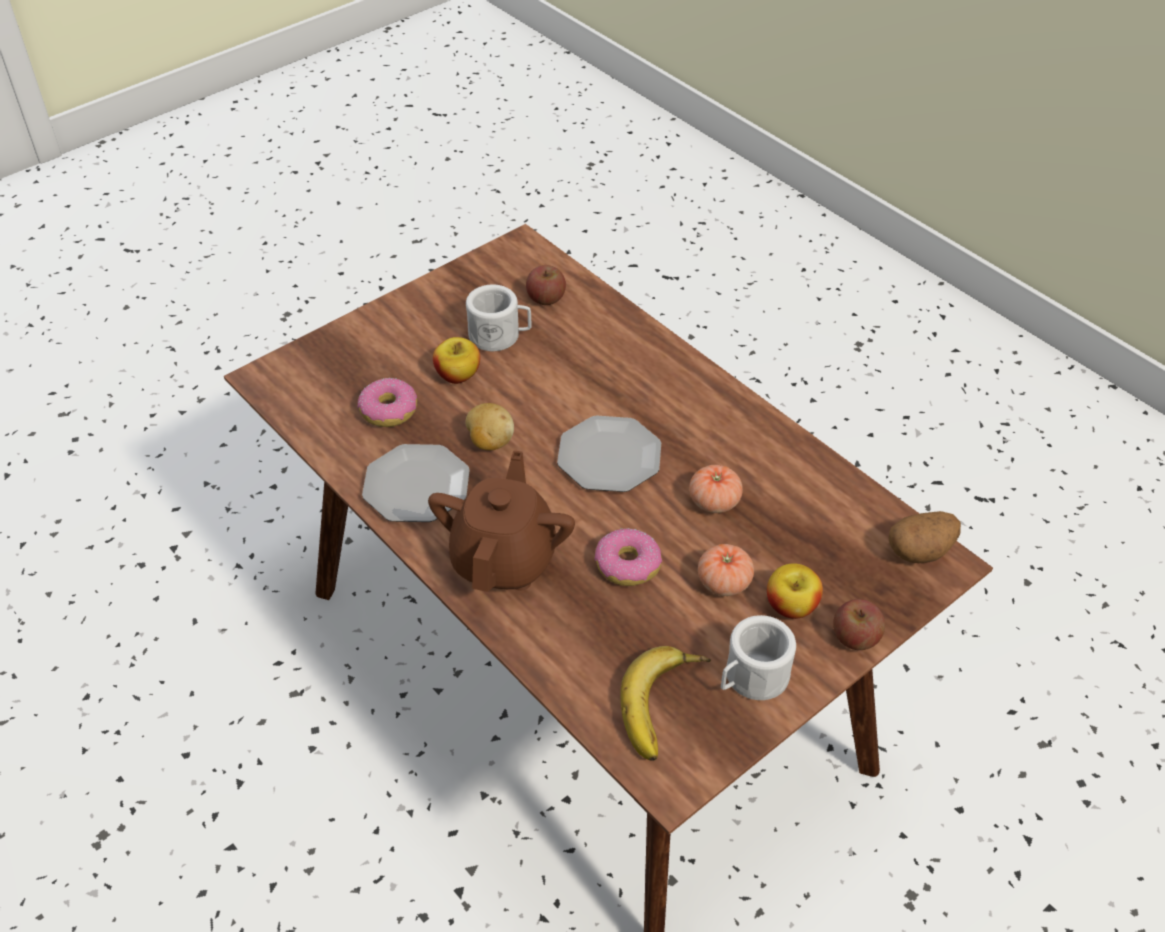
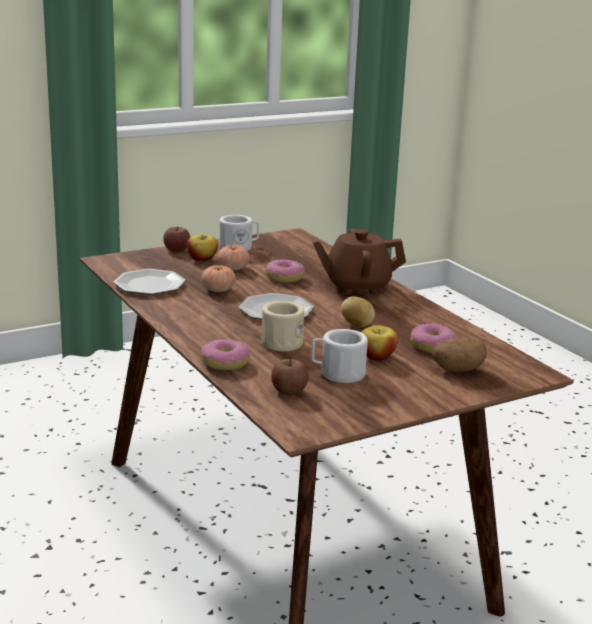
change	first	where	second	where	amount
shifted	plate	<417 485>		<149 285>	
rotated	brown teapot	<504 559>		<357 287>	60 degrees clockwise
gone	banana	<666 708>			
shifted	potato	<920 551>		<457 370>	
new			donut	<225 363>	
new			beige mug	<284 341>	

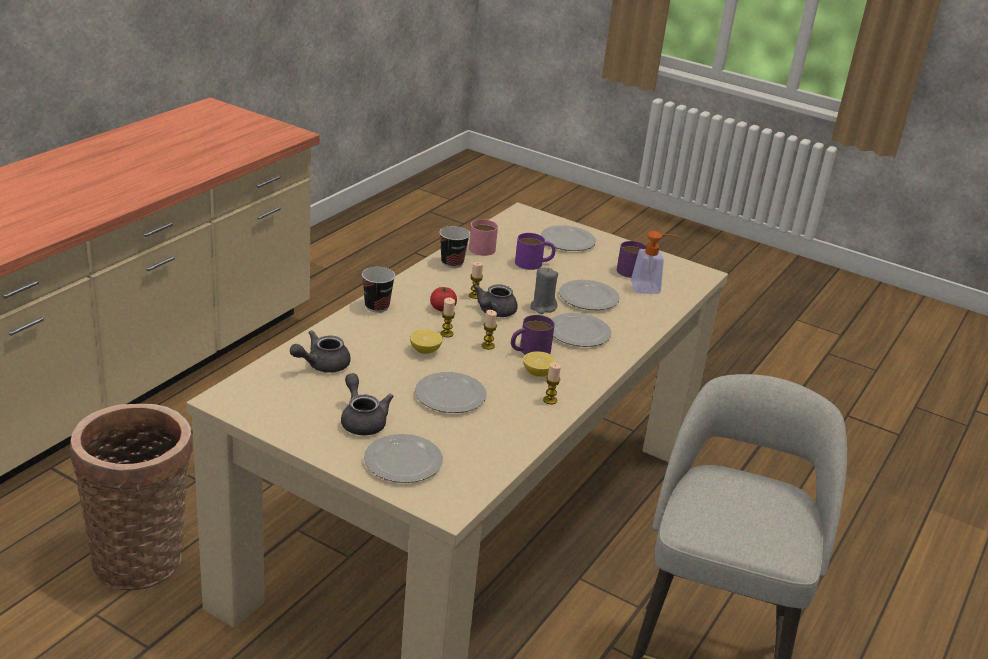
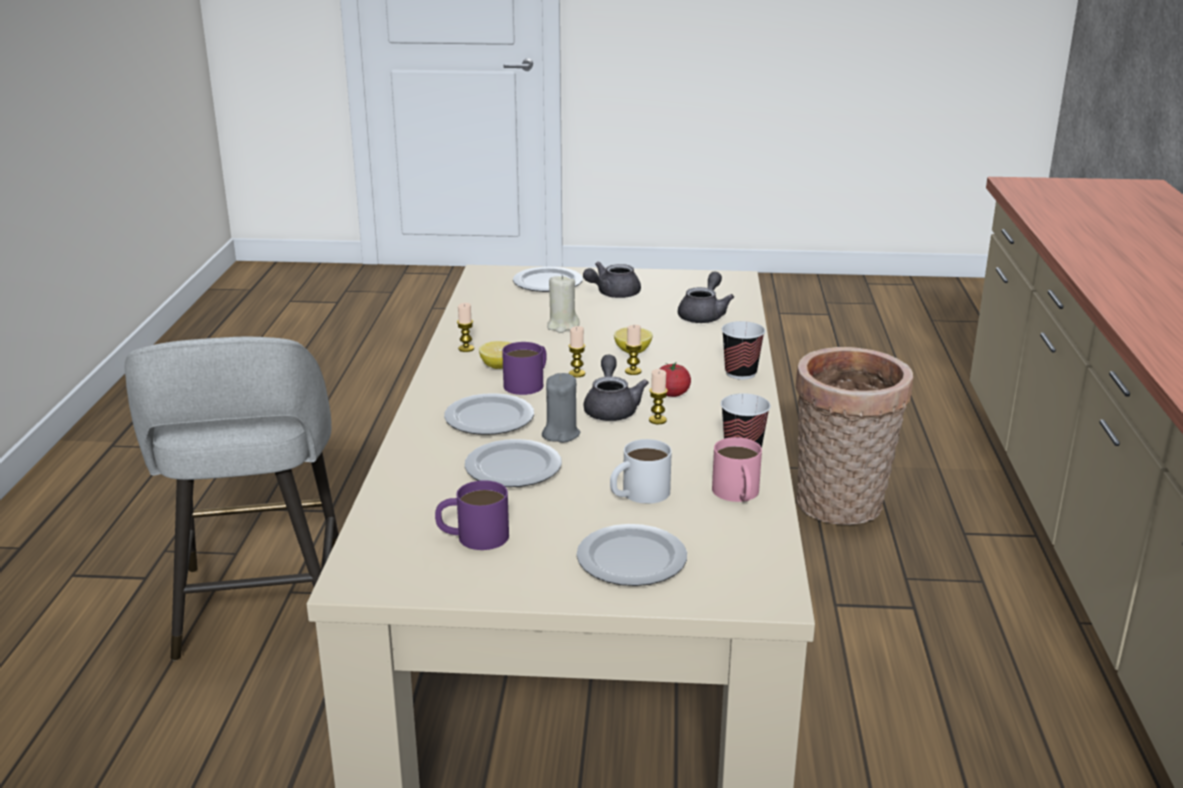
change	first	where	second	where	amount
rotated	grey teapot	<362 420>		<612 294>	105 degrees clockwise
swapped	plate	<450 396>	beige candle	<562 326>	
repainted	purple mug	<534 263>	white mug	<638 494>	
gone	soap dispenser	<651 288>			

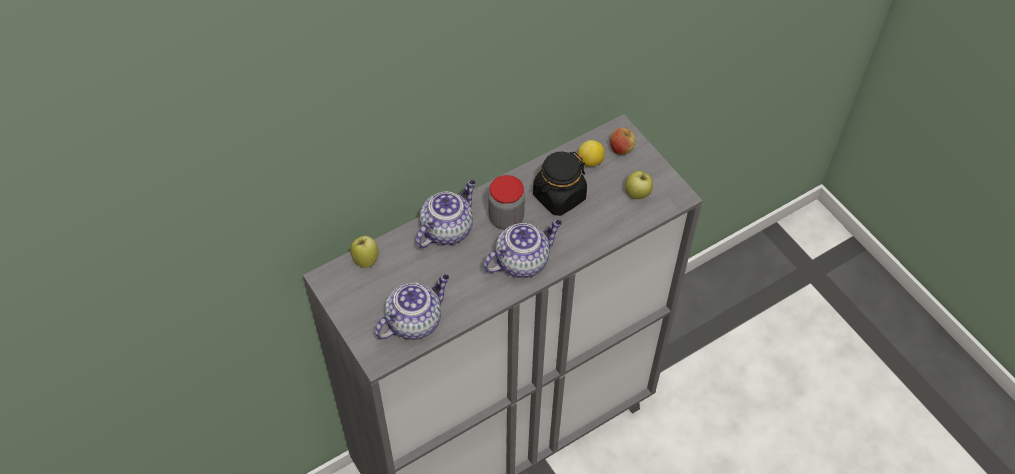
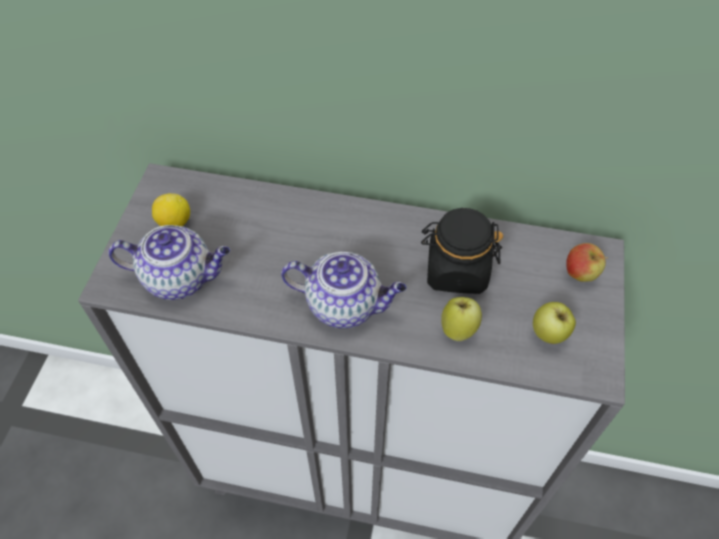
change	first	where	second	where	amount
shifted	apple	<366 260>		<458 329>	
gone	teapot	<447 229>			
gone	jar	<506 218>			
shifted	lemon	<590 162>		<174 222>	

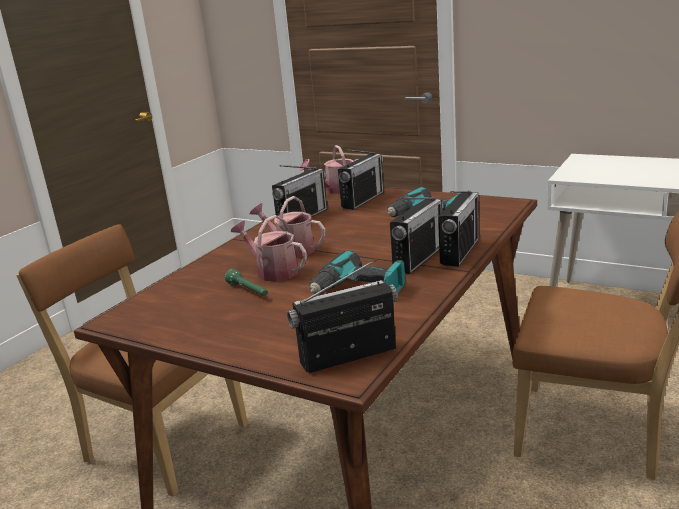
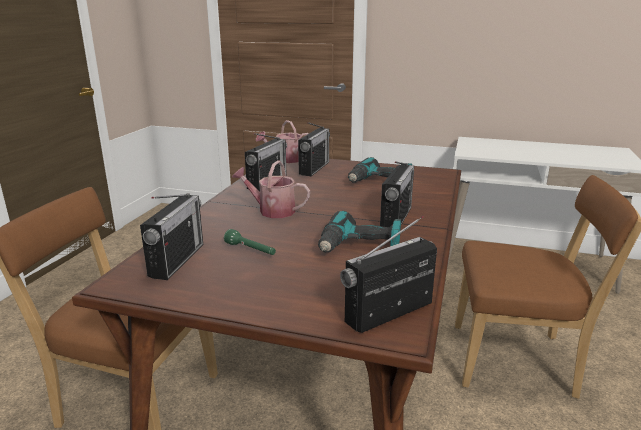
change	first	where	second	where	amount
gone	watering can	<273 271>			
shifted	radio	<460 252>		<177 260>	

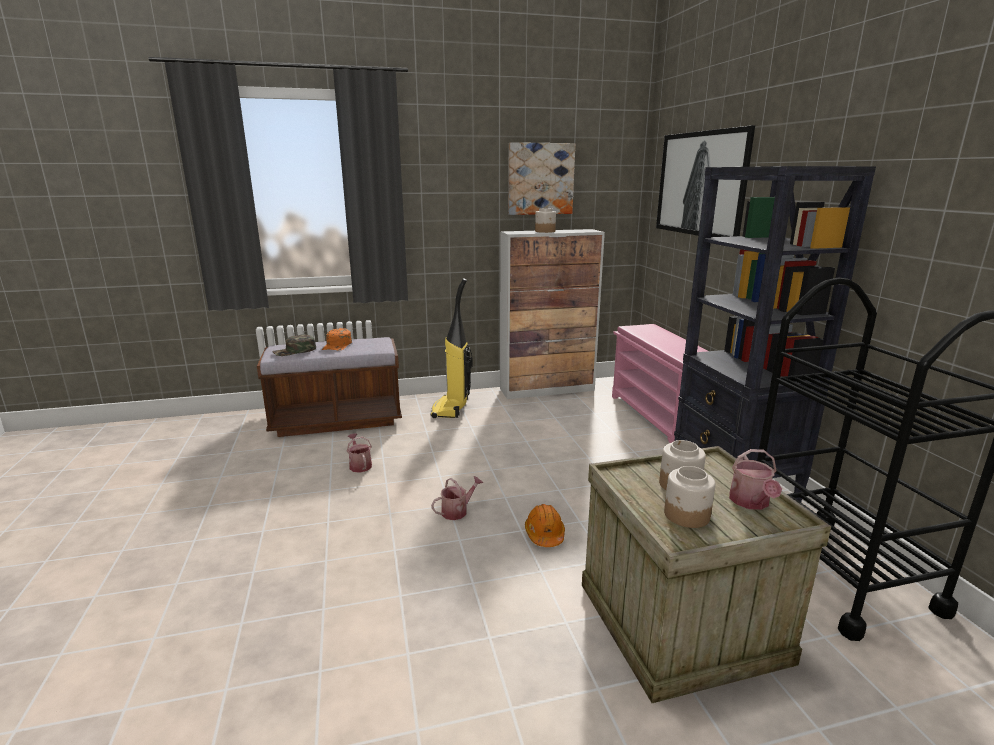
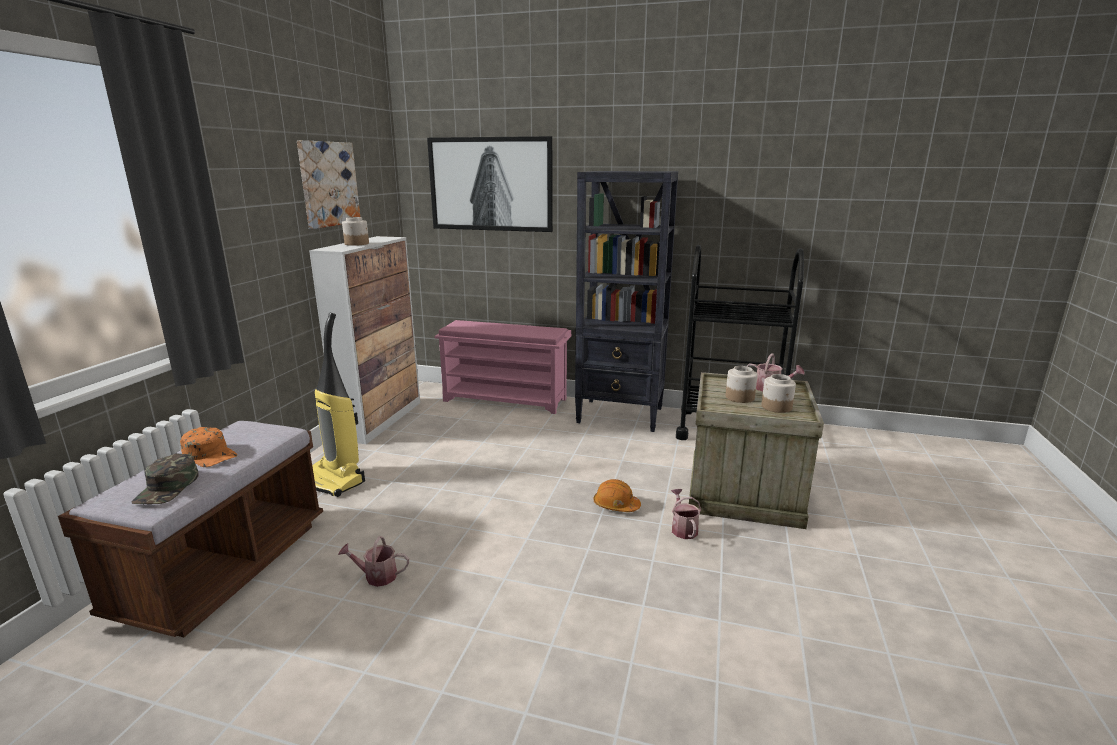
change	first	where	second	where	amount
shifted	watering can	<457 511>		<683 528>	

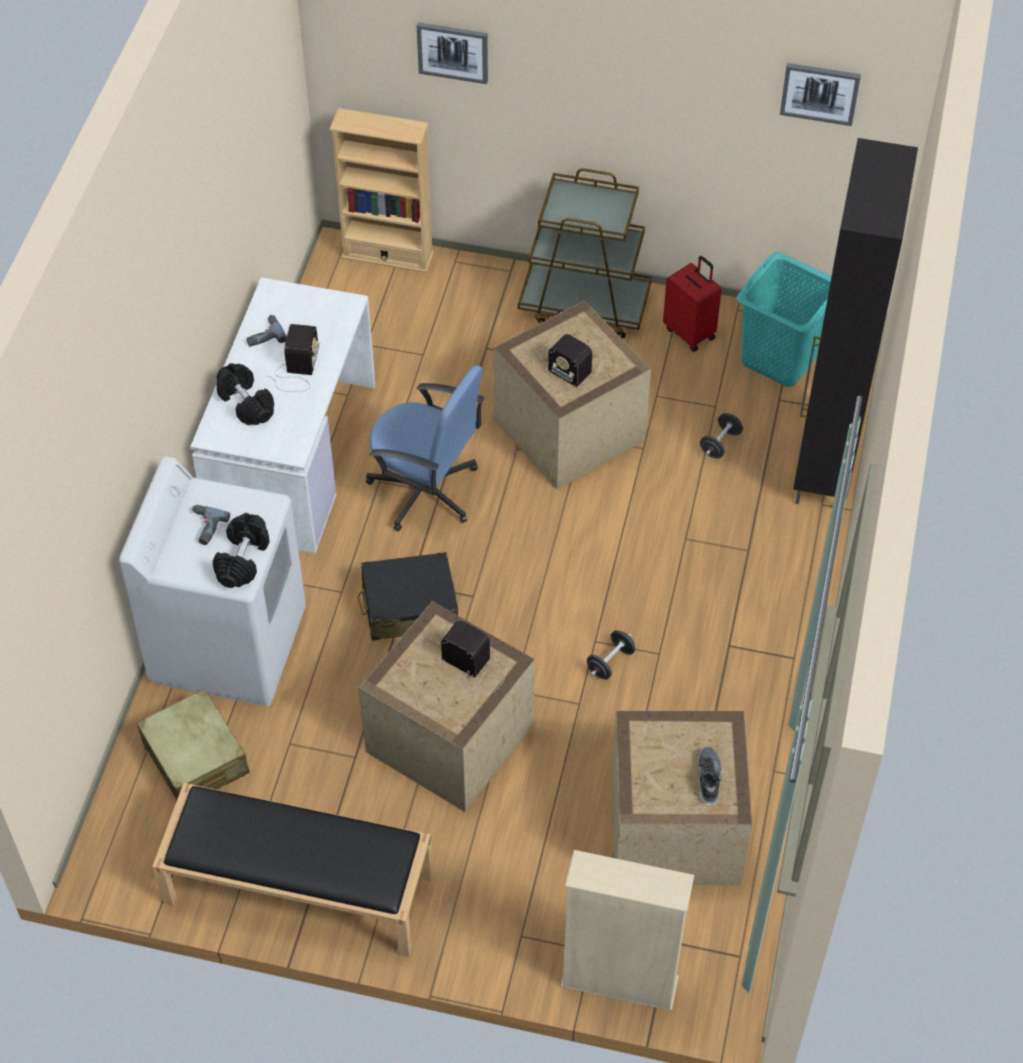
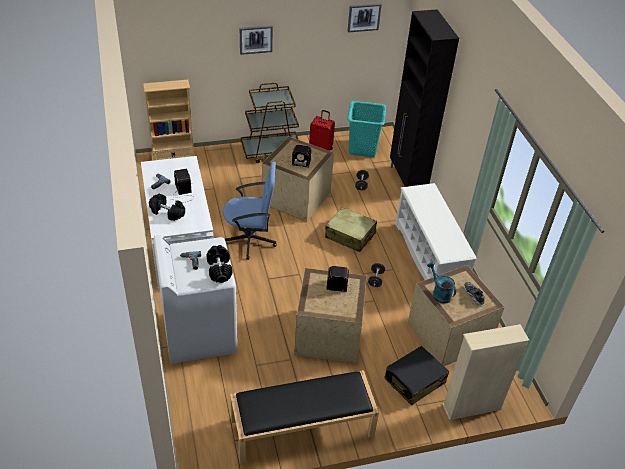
change	first	where	second	where	amount
shifted	beige suitcase	<195 758>		<350 235>	
shifted	black suitcase	<409 606>		<414 381>	
shifted	picture	<453 51>		<256 39>	
new			white shoe rack	<428 257>	
new			turquoise watering can	<439 293>	

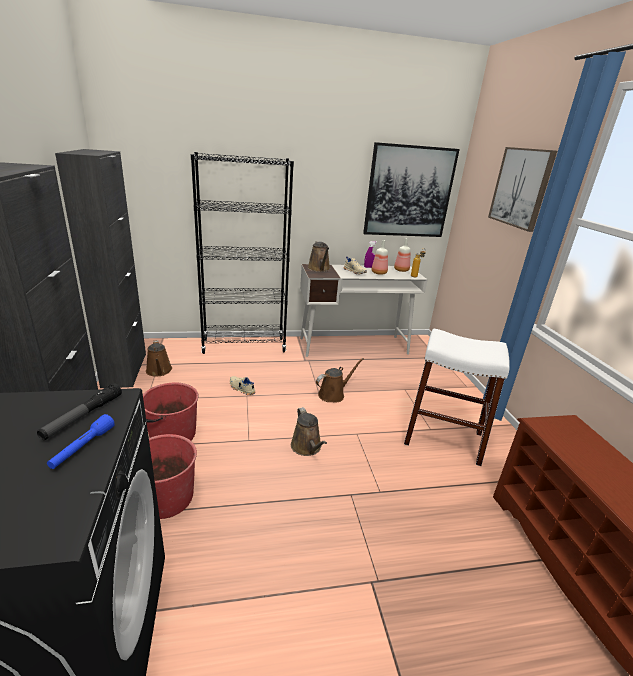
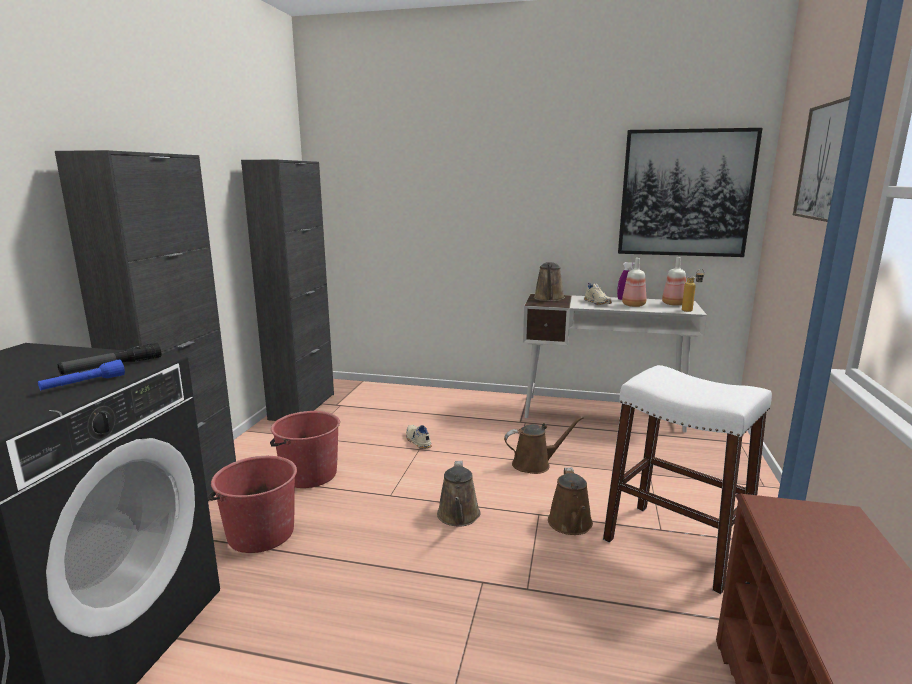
change	first	where	second	where	amount
shifted	brown watering can	<159 371>		<571 525>	
gone	black bookcase	<244 346>			

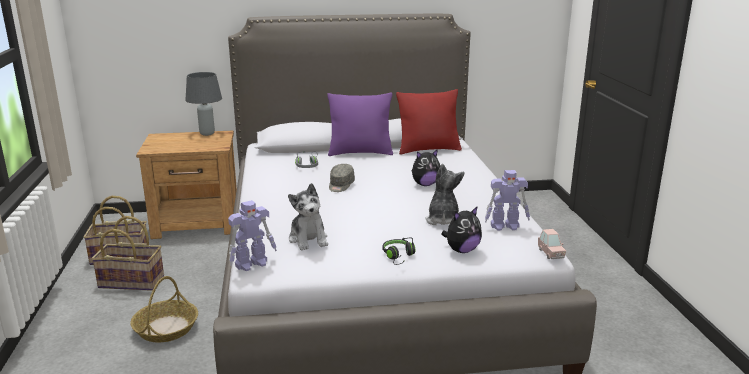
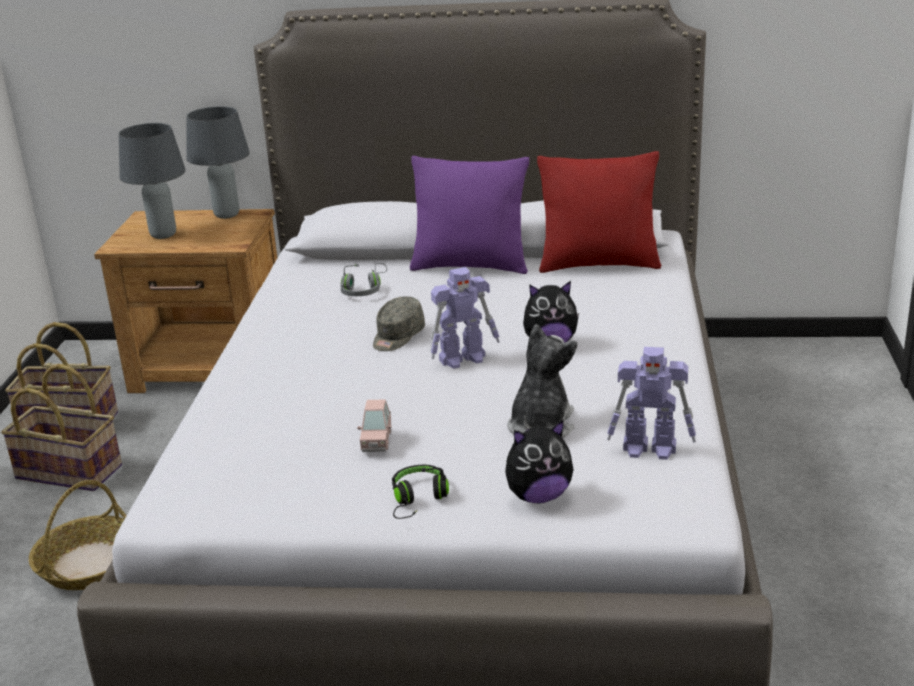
change	first	where	second	where	amount
shifted	toy robot	<252 263>		<464 358>	
gone	plush toy	<308 239>			
shifted	pink toy car	<550 253>		<376 441>	
new			grey table lamp	<162 235>	

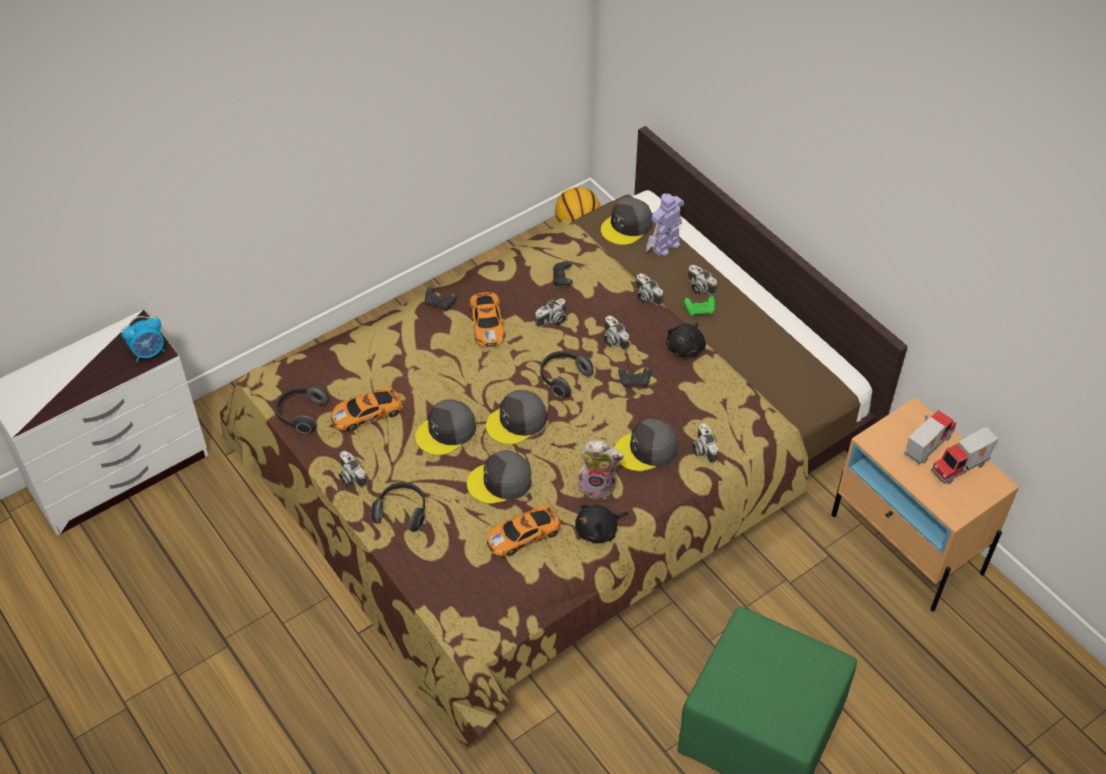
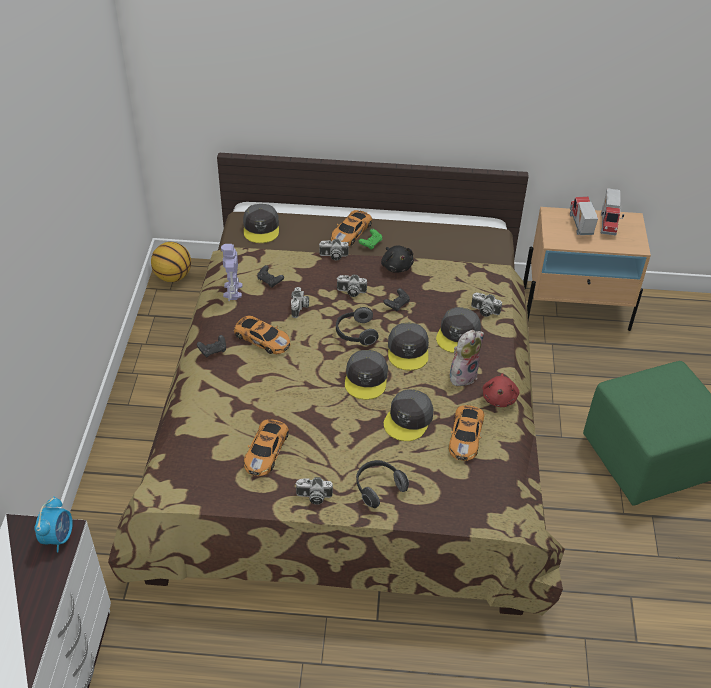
change	first	where	second	where	amount
gone	headphones	<301 414>			
shifted	grey cap	<446 432>		<408 350>	
repainted	black plush toy	<599 531>	red plush toy	<499 398>	
shifted	toy robot	<664 246>		<232 291>	
swapped	photo camera	<698 287>	toy car	<351 232>	

